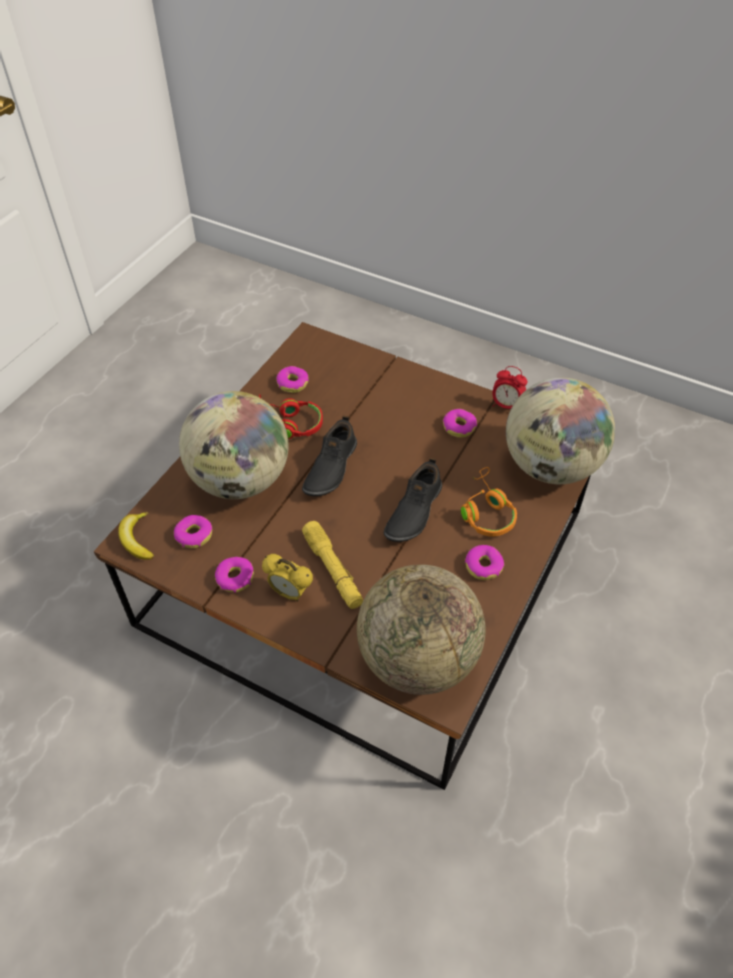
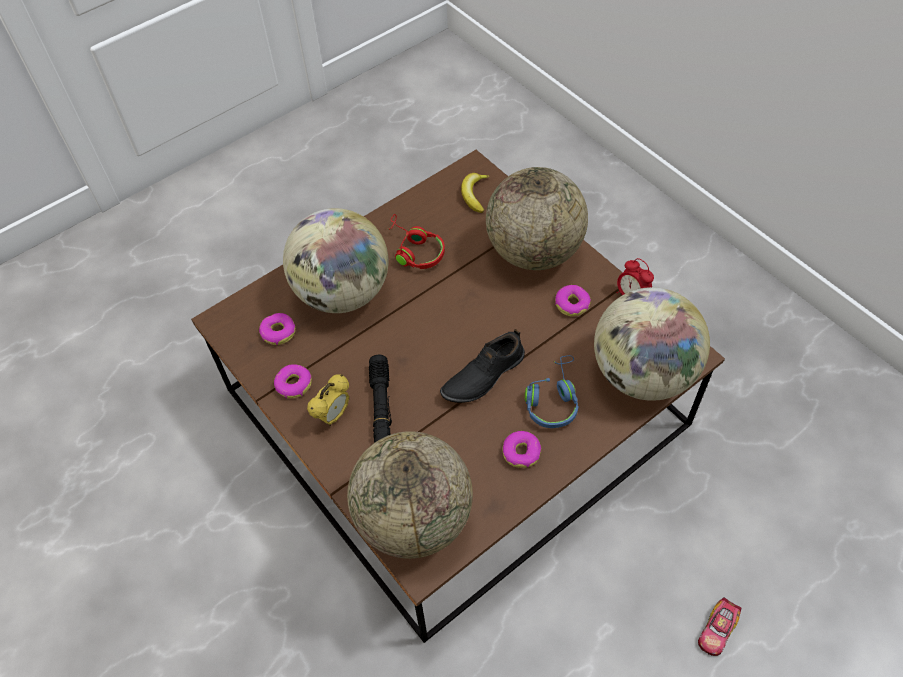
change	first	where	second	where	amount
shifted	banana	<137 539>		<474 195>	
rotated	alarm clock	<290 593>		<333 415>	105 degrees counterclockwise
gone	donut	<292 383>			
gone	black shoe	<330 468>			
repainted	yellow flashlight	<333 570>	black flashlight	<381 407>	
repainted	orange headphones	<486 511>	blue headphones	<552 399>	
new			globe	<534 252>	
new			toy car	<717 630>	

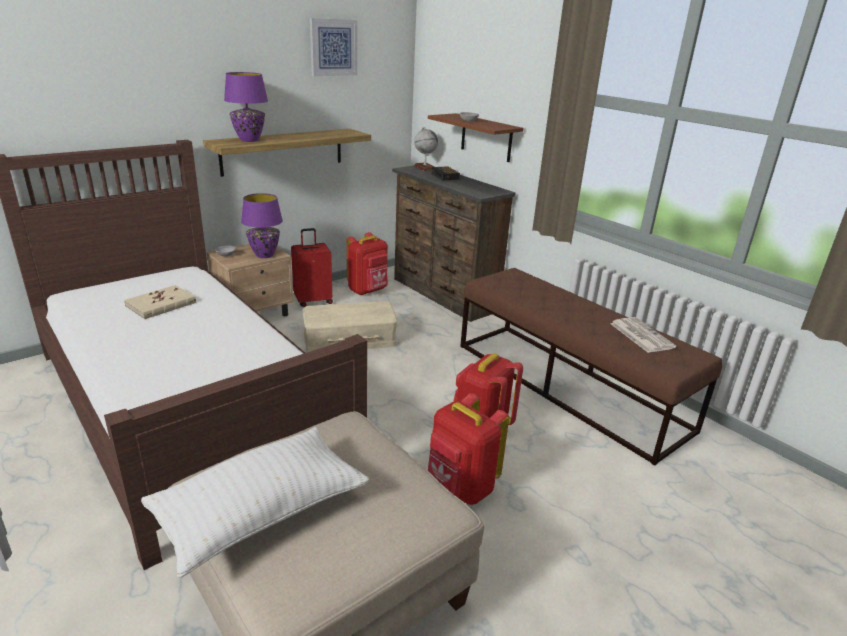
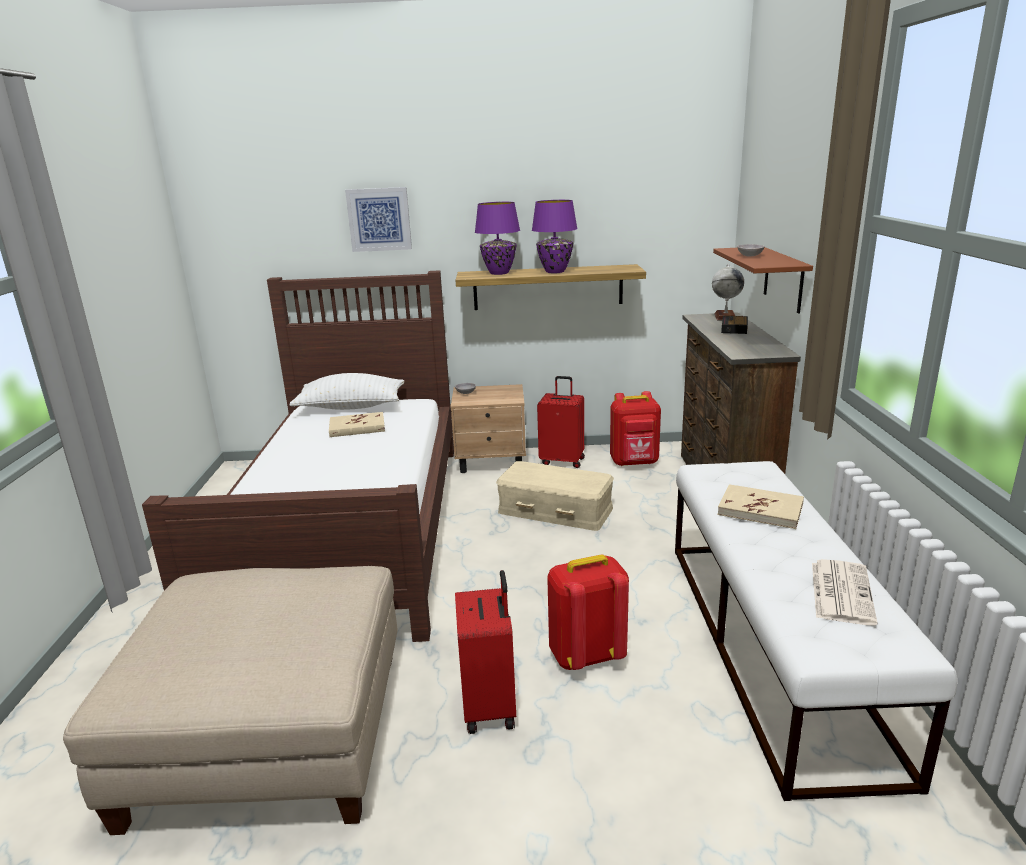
change	first	where	second	where	amount
shifted	white pillow	<261 512>		<351 407>	
shifted	purple table lamp	<264 255>		<555 271>	
shifted	picture	<333 47>		<379 219>	
swapped	red backpack	<460 488>	red suitcase	<491 707>	
repainted	brown bench	<568 386>	white bench	<772 646>	
new			beige book	<760 509>	

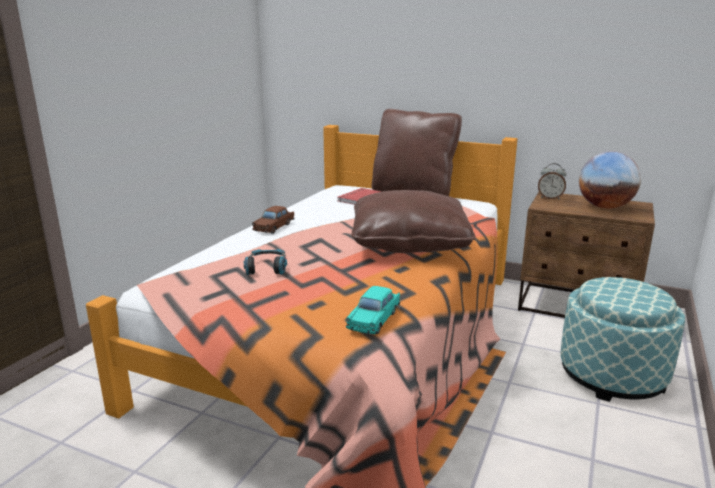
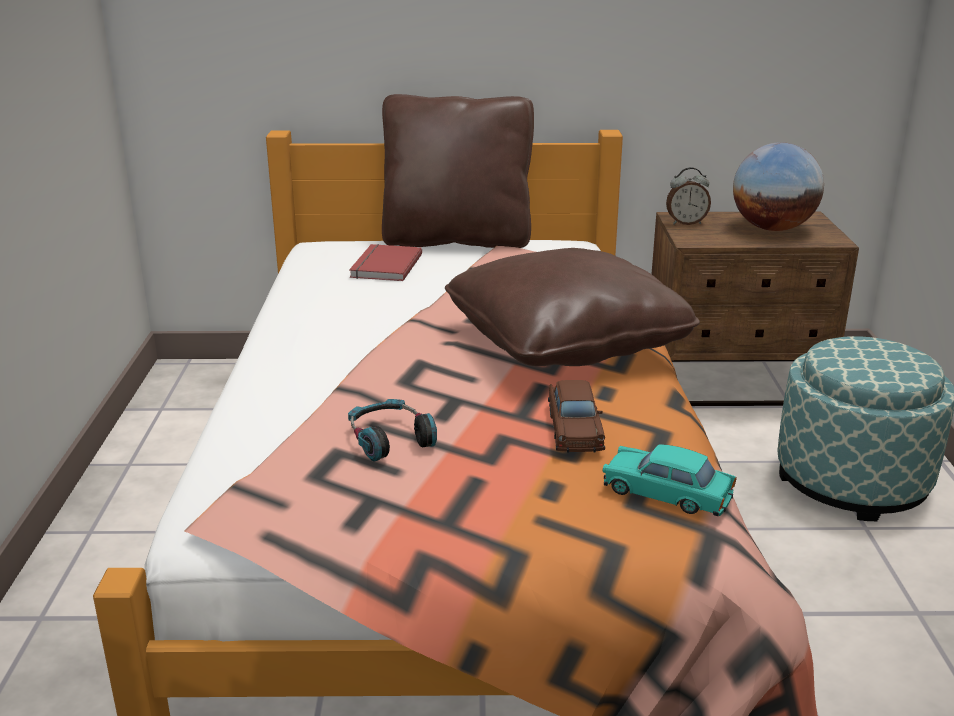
change	first	where	second	where	amount
shifted	brown toy car	<274 227>		<574 429>	
rotated	turquoise toy car	<374 319>		<666 494>	120 degrees clockwise

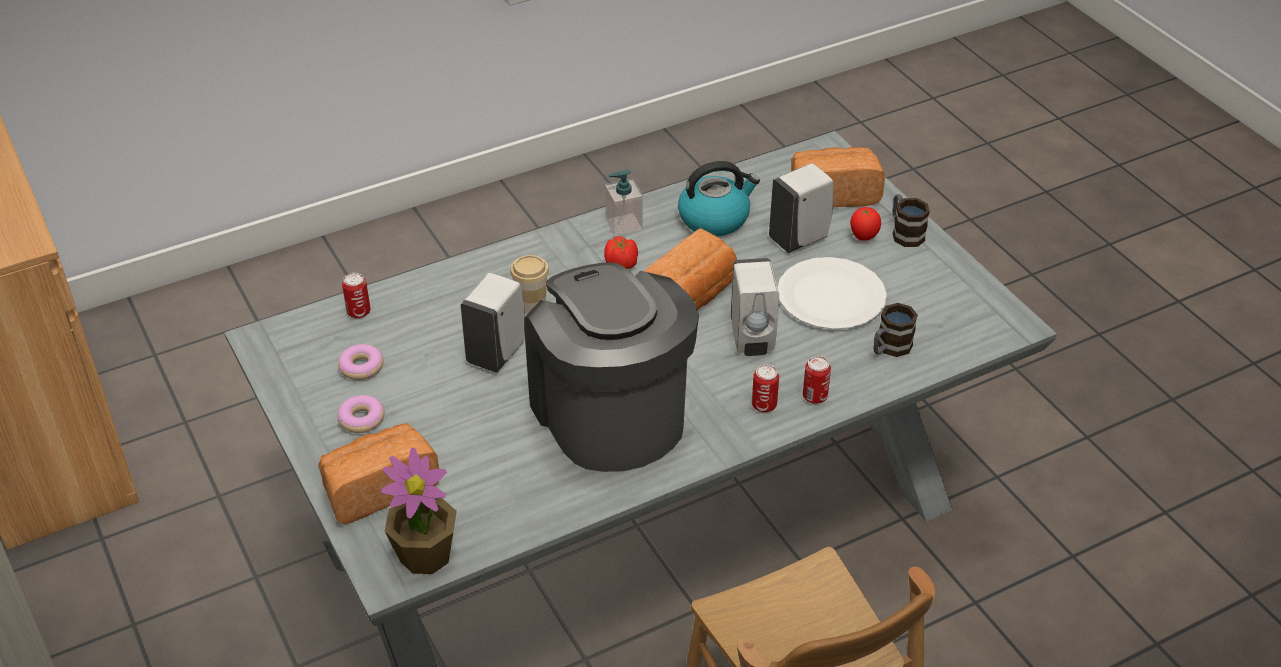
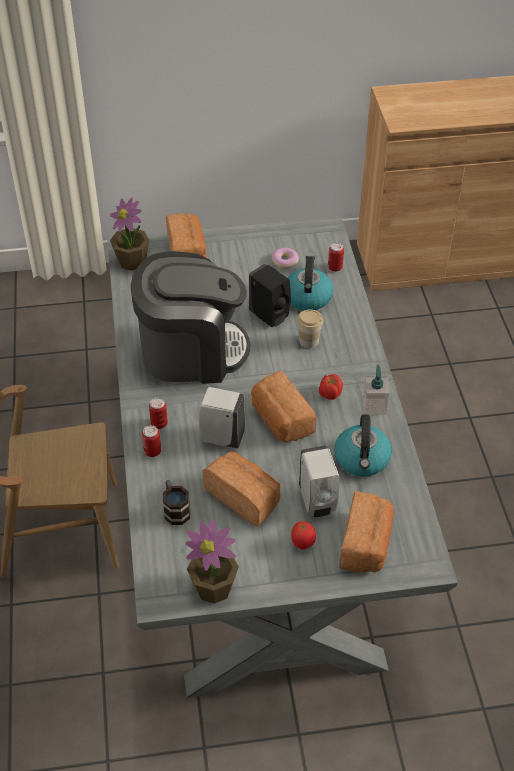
change	first	where	second	where	amount
gone	donut	<362 419>			
repainted	white soap dispenser	<497 352>	black soap dispenser	<270 317>	
swapped	white plate	<831 296>	bread	<244 497>	
gone	mug	<904 232>			
new			potted plant	<214 587>	
new			kettle	<307 297>	

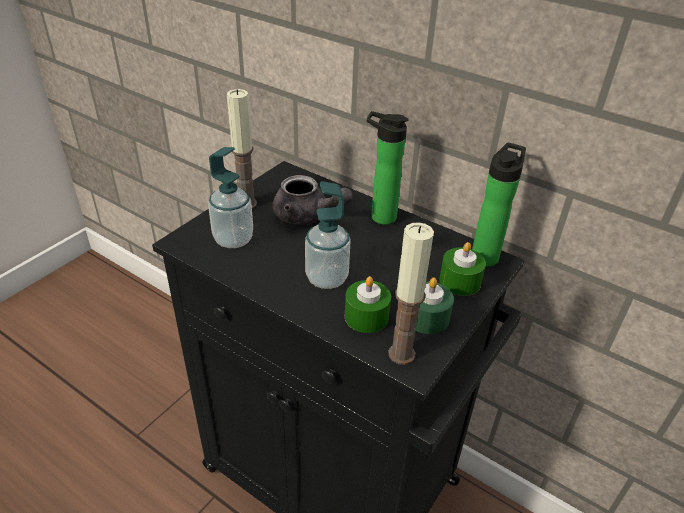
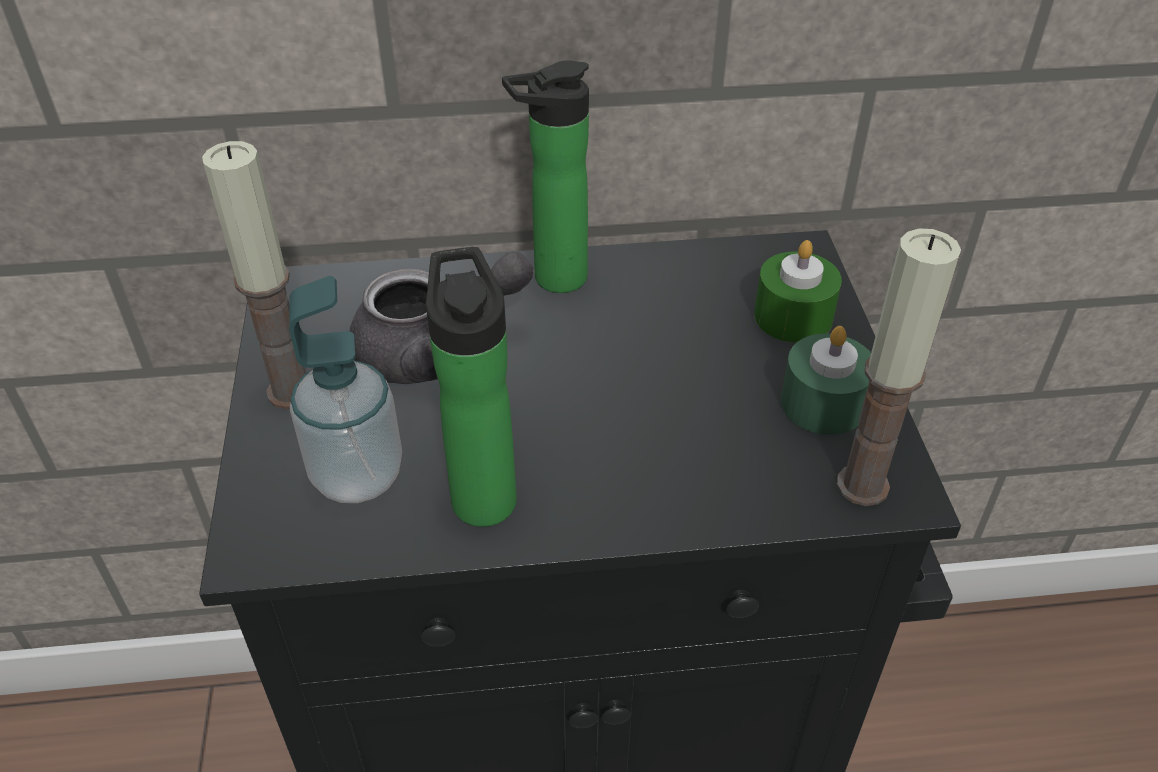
change	first	where	second	where	amount
gone	soap dispenser	<327 278>			
gone	green candle	<366 316>			
shifted	bottle	<486 255>		<482 494>	

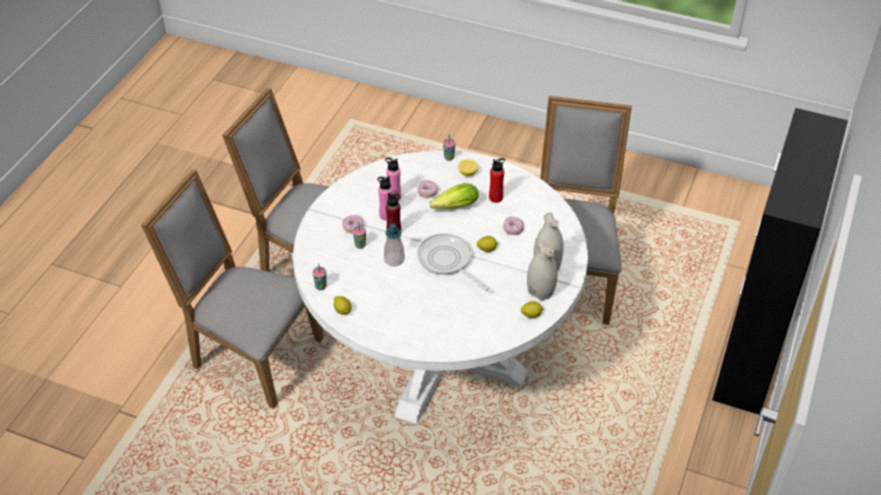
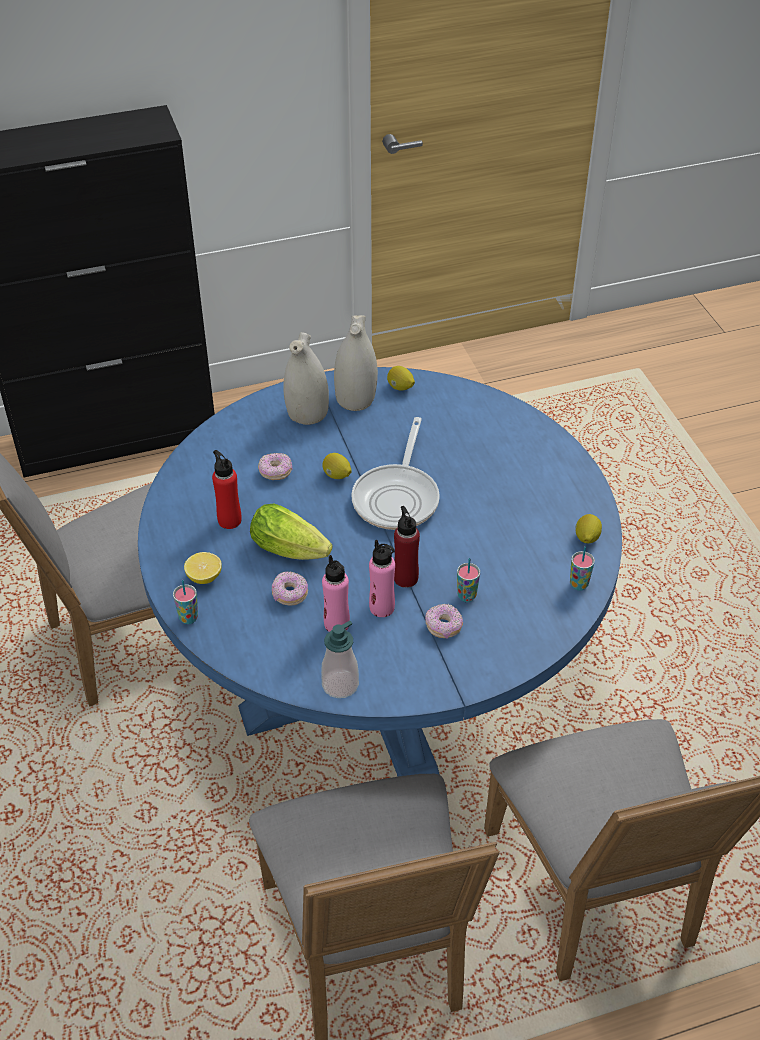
change	first	where	second	where	amount
repainted	white dining table	<440 353>	blue dining table	<379 686>	
shifted	soap dispenser	<394 259>		<340 684>	

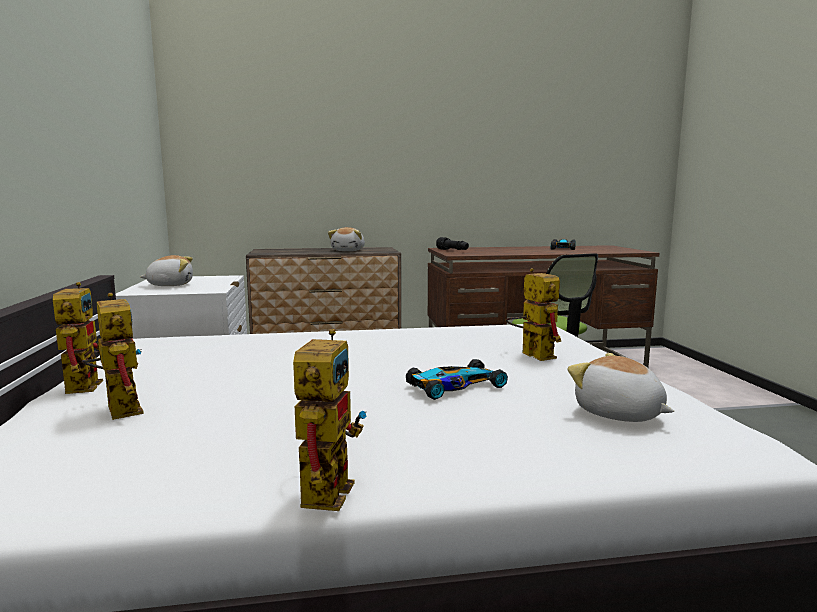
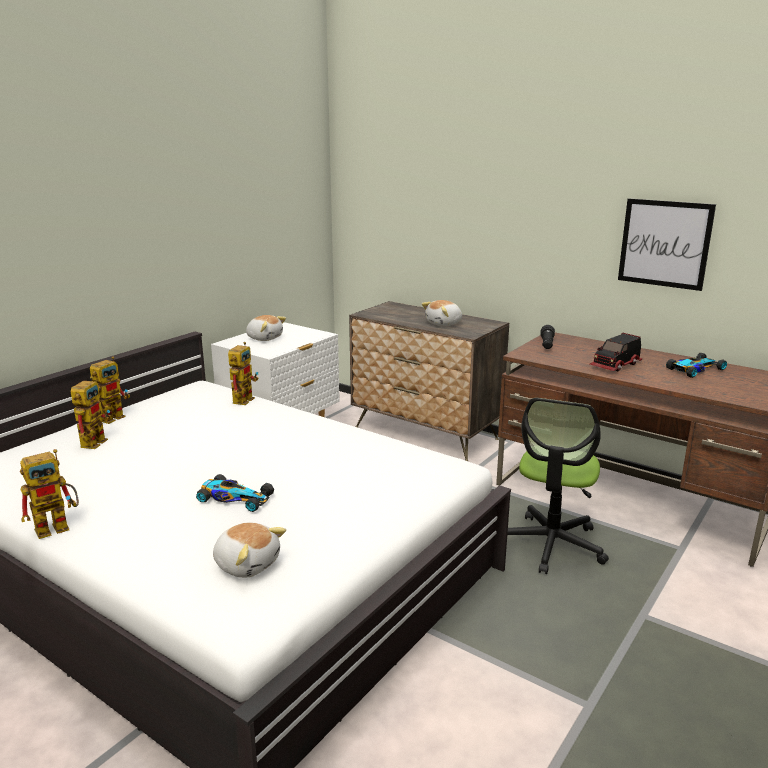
change	first	where	second	where	amount
shifted	toy robot	<531 354>		<244 398>	
rotated	plush toy	<618 414>		<247 563>	120 degrees clockwise
new			toy truck	<616 365>	
new			picture	<664 243>	

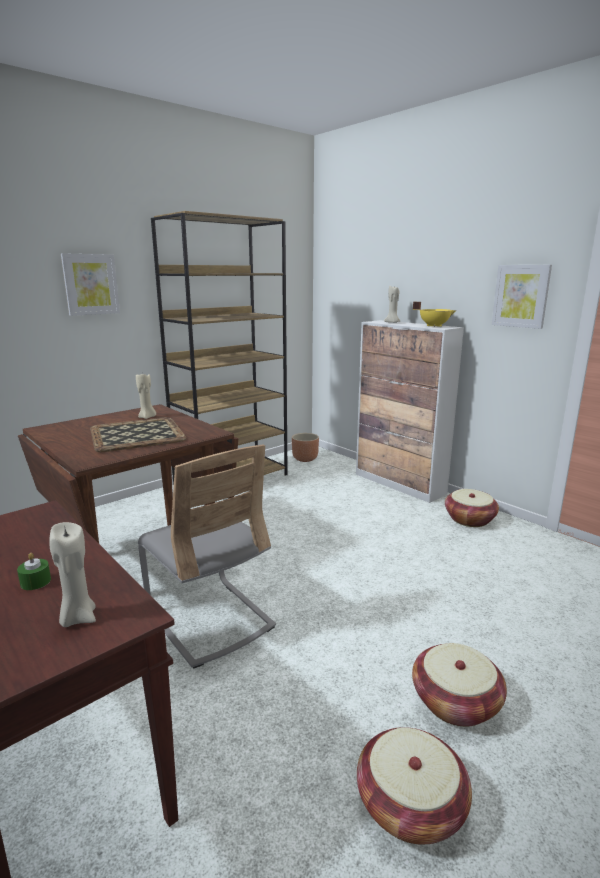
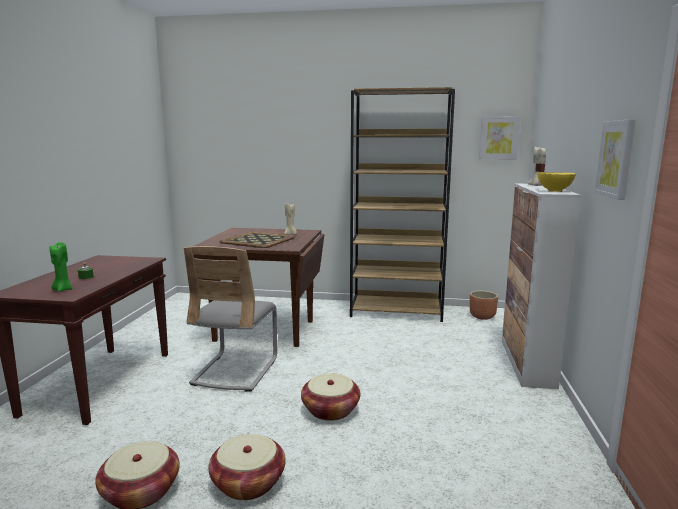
change	first	where	second	where	amount
repainted	beige candle	<78 618>	green candle	<63 290>	
shifted	picture	<90 284>		<499 138>	
shifted	basket	<469 519>		<330 410>	

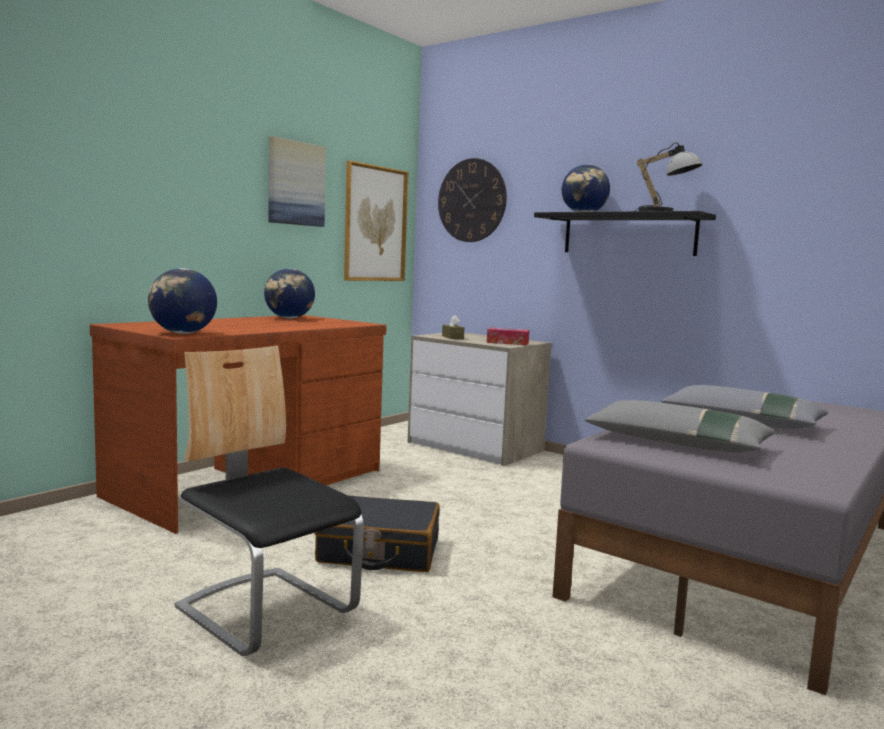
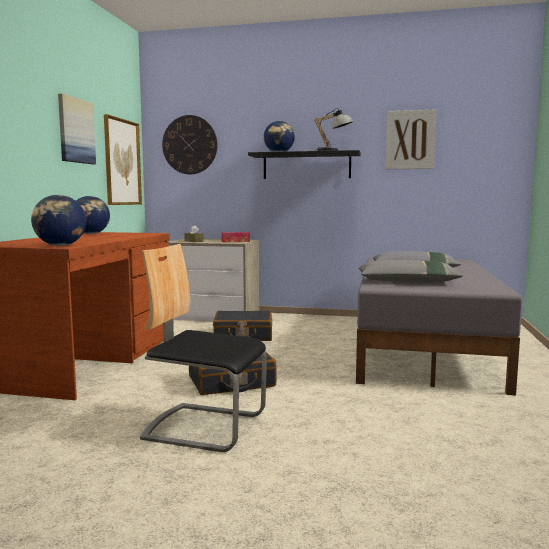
change	first	where	second	where	amount
new			black suitcase	<243 335>	
new			picture	<410 140>	

